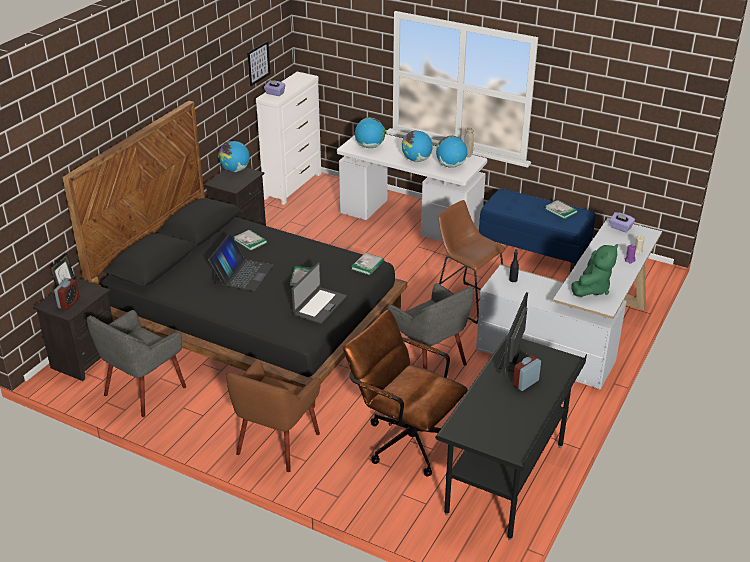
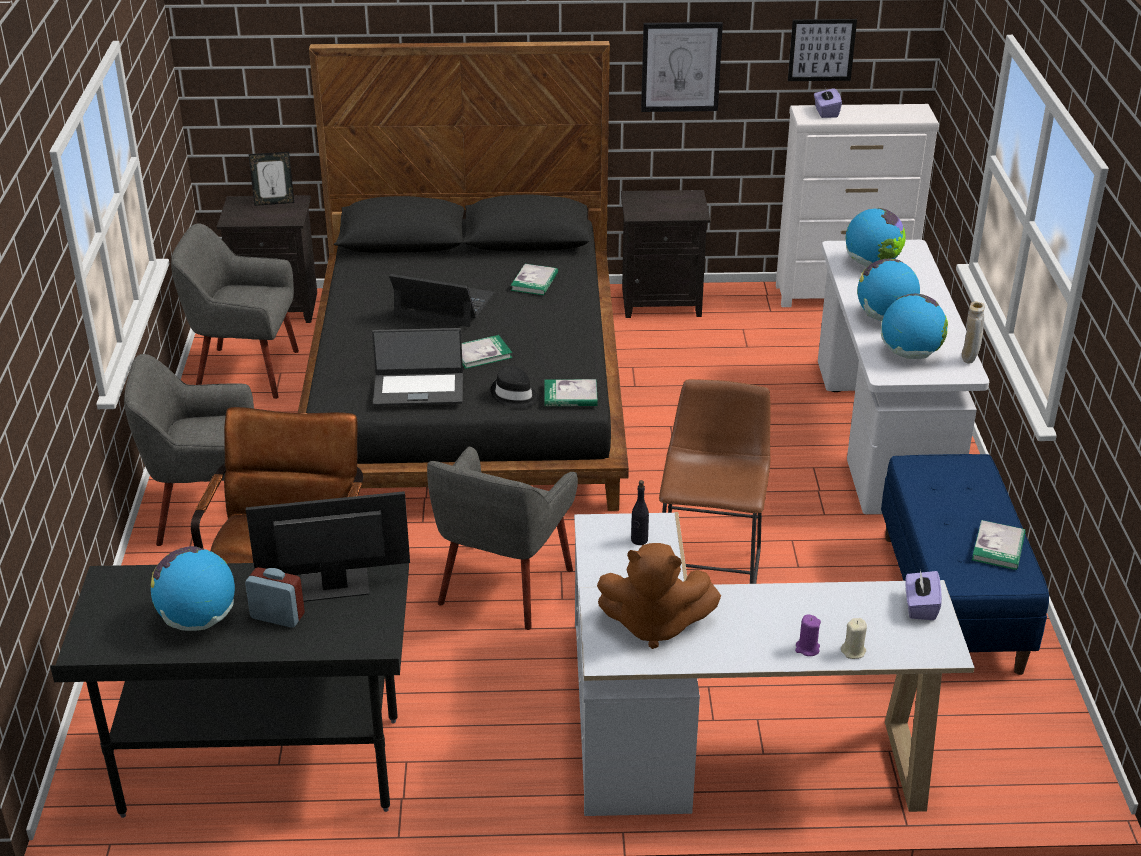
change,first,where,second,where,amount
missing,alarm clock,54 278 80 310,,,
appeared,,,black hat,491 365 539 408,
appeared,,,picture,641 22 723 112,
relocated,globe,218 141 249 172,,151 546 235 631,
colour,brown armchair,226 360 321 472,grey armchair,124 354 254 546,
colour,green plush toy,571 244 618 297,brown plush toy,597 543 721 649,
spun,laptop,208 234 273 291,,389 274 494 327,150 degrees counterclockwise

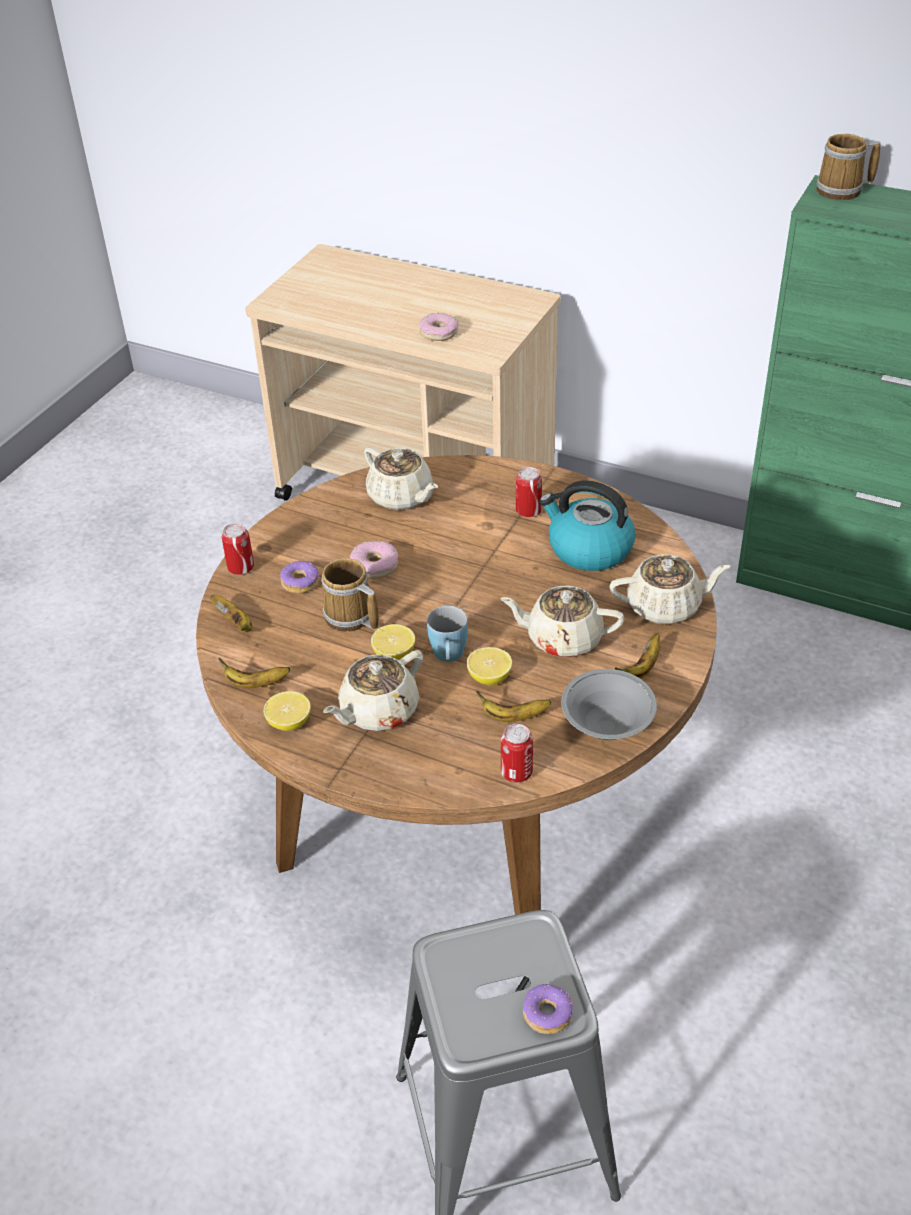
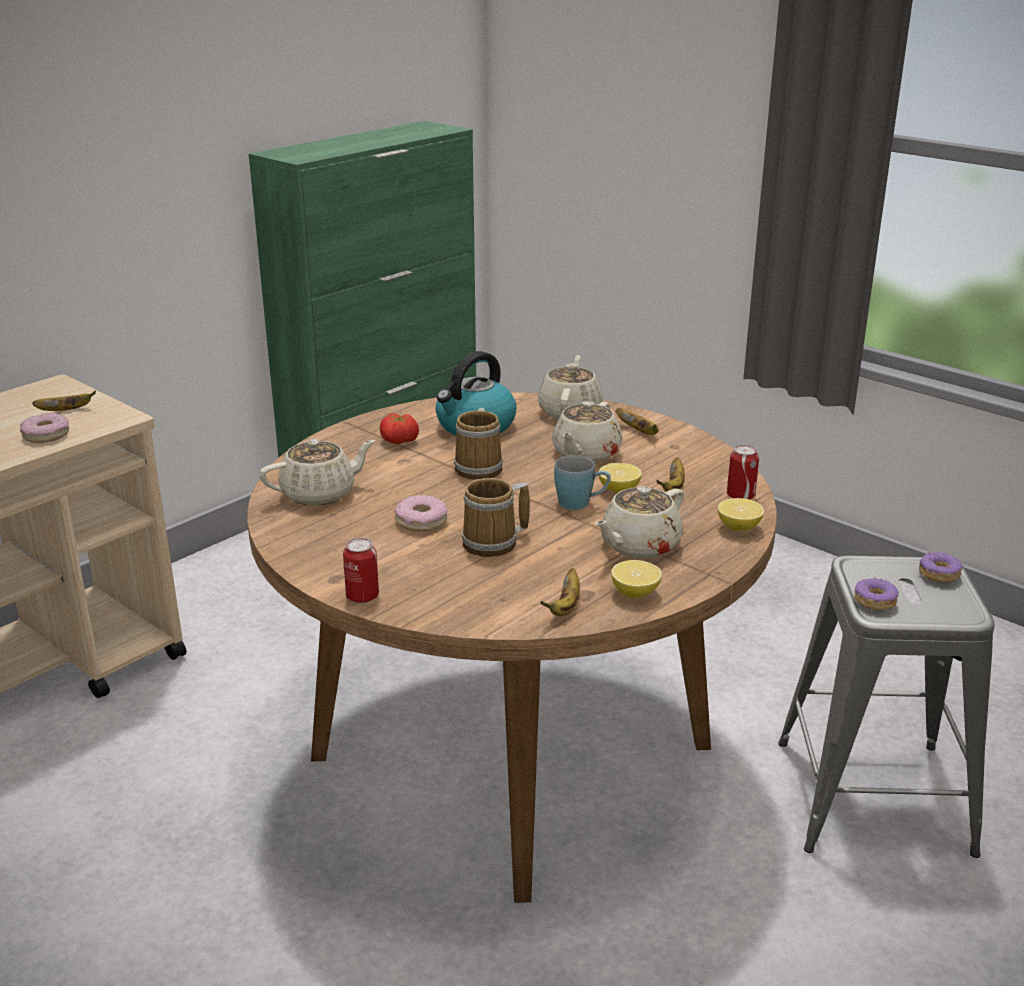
change,first,where,second,where,amount
missing,grey bowl,561 669 657 740,,,
relocated,banana,211 594 252 632,,32 391 96 411,
relocated,donut,280 561 319 593,,854 577 899 610,
relocated,lemon,371 624 415 660,,718 498 764 531,
relocated,mug,817 134 881 200,,454 408 503 480,
exchanged,can,516 467 542 517,tomato,380 413 419 444,
spun,beige teapot,323 650 423 731,,595 486 684 559,75 degrees clockwise

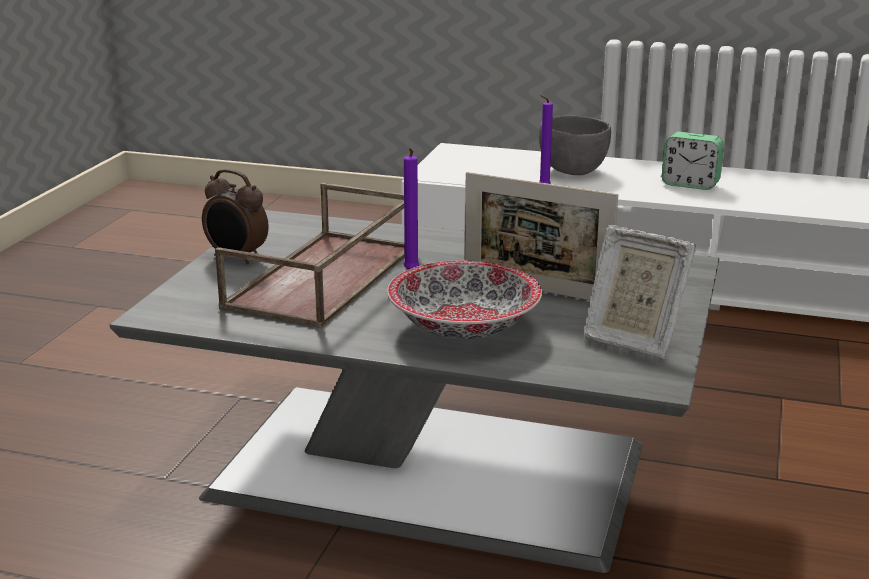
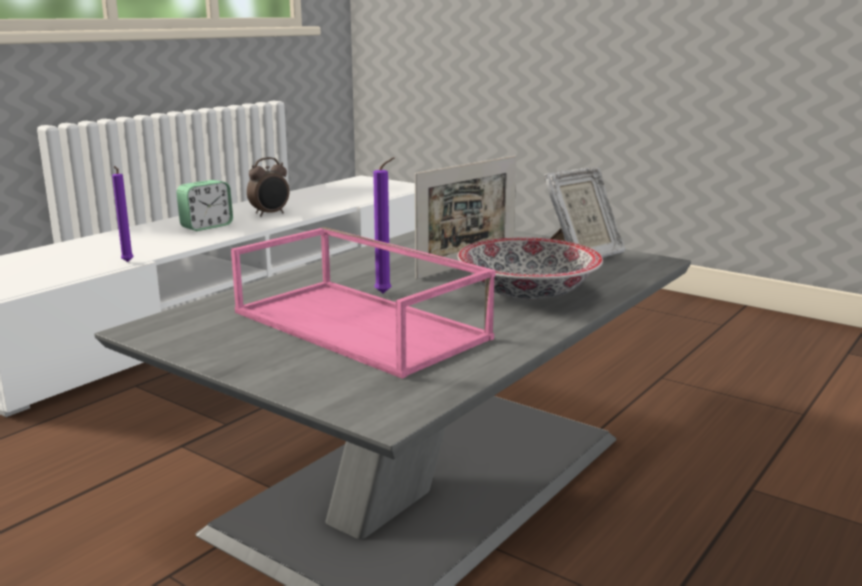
change,first,where,second,where,amount
missing,grey bowl,539 115 611 175,,,
relocated,alarm clock,202 169 269 264,,247 157 289 217,
colour,brown tray,215 183 405 328,pink tray,231 227 496 379,

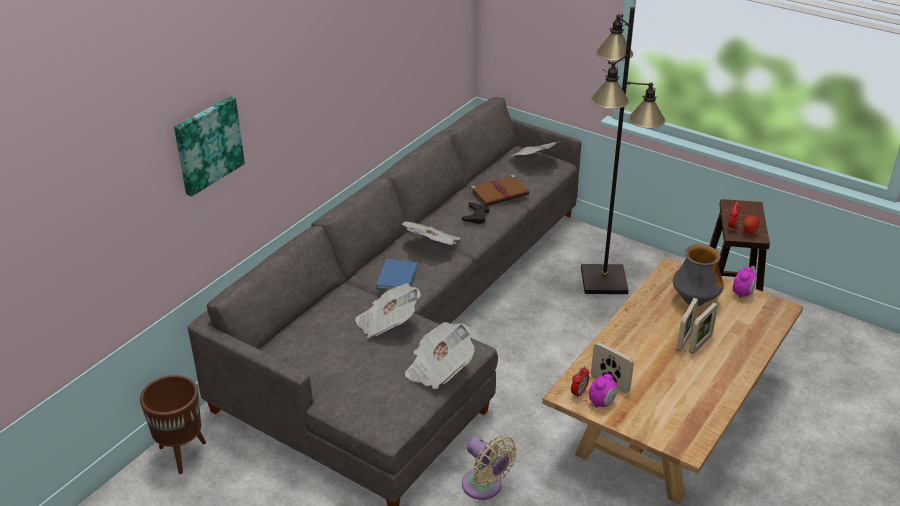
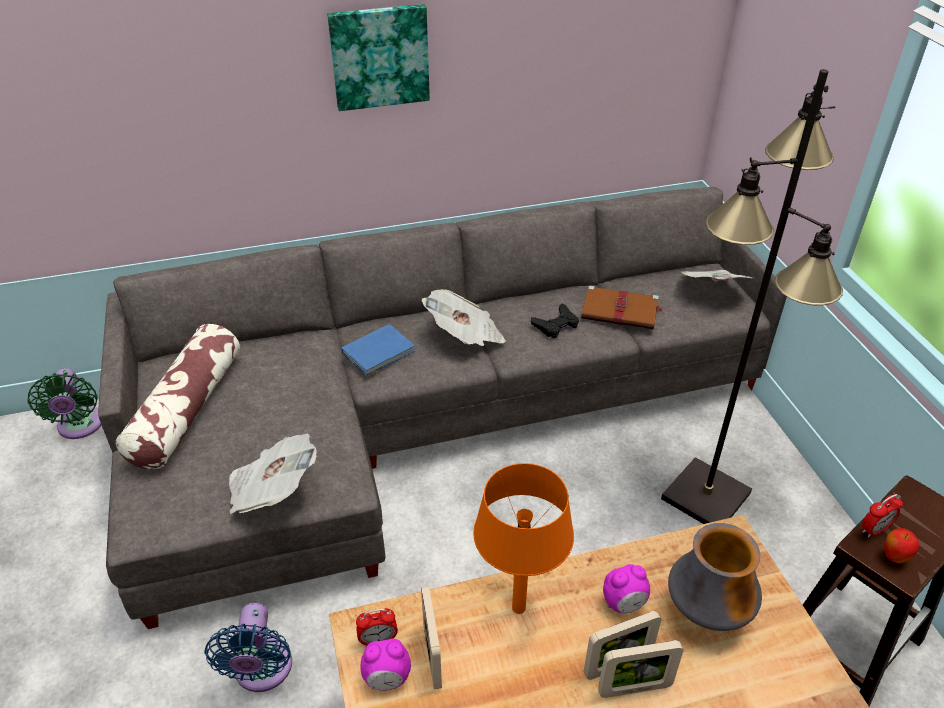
change,first,where,second,where,amount
missing,newspaper,355 283 421 338,,,
appeared,,,pillow,115 324 240 469,
appeared,,,orange table lamp,473 463 574 614,
relocated,picture,174 96 245 197,,327 4 430 111,
relocated,alarm clock,733 267 757 298,,603 564 650 613,
exchanged,brown planter,140 375 206 474,green fan,27 368 101 439,
colour,beige fan,462 436 517 500,blue fan,204 603 292 692,

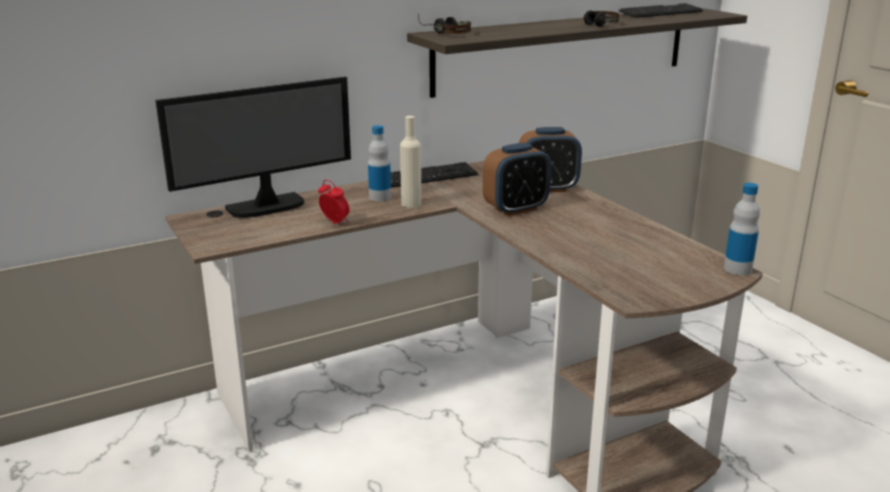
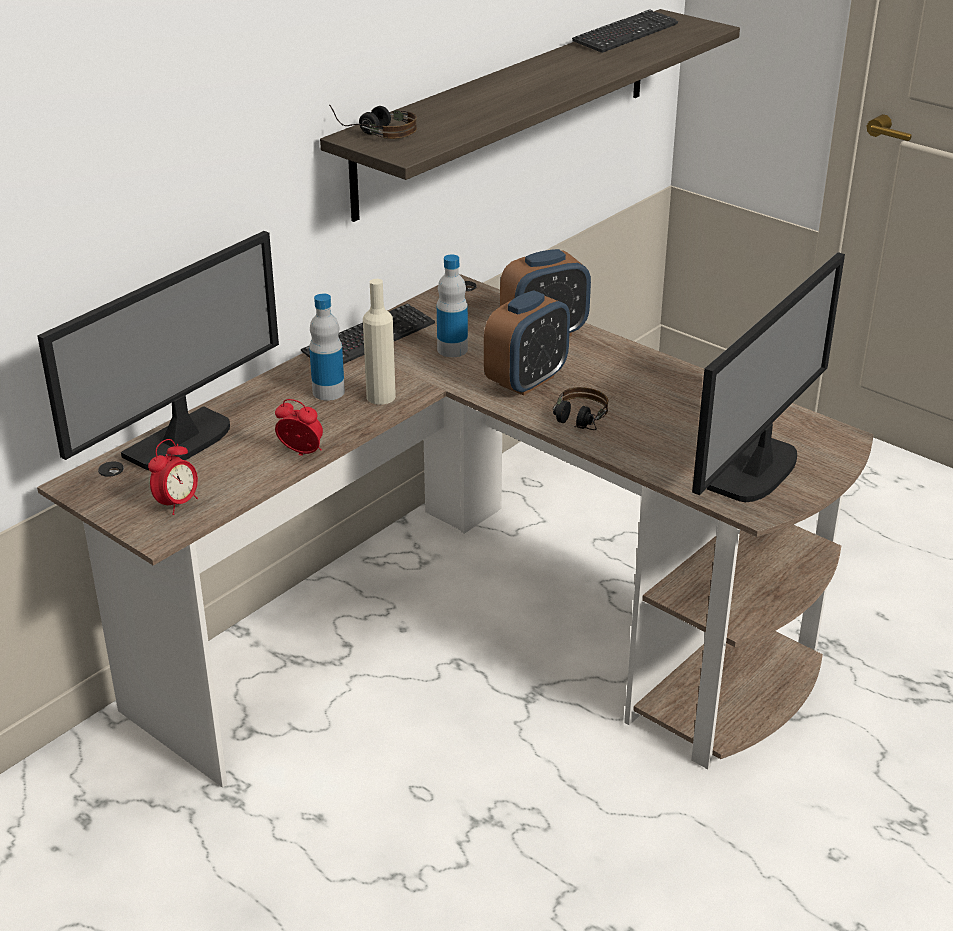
change,first,where,second,where,amount
appeared,,,alarm clock,148 439 198 515,
appeared,,,monitor,692 252 845 502,
relocated,headphones,584 10 619 26,,553 387 608 430,
relocated,bottle,724 183 760 275,,437 254 468 357,

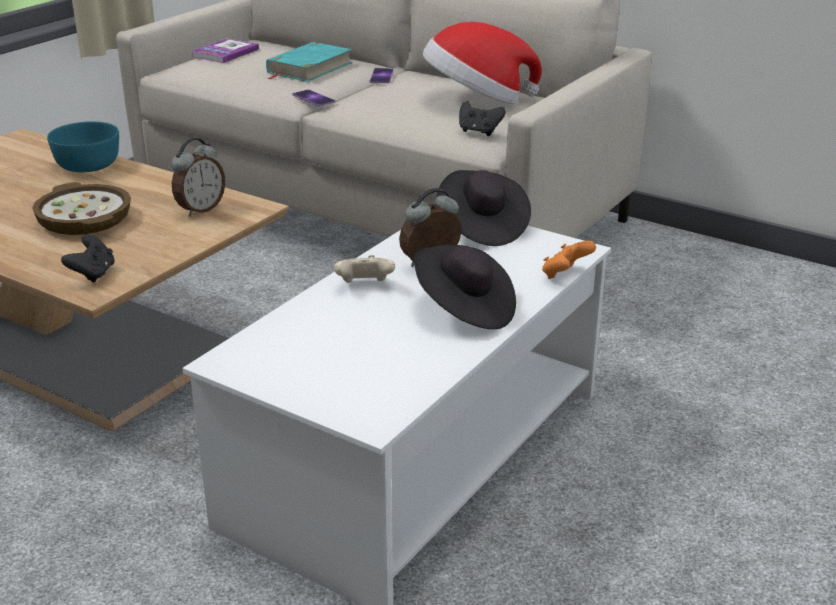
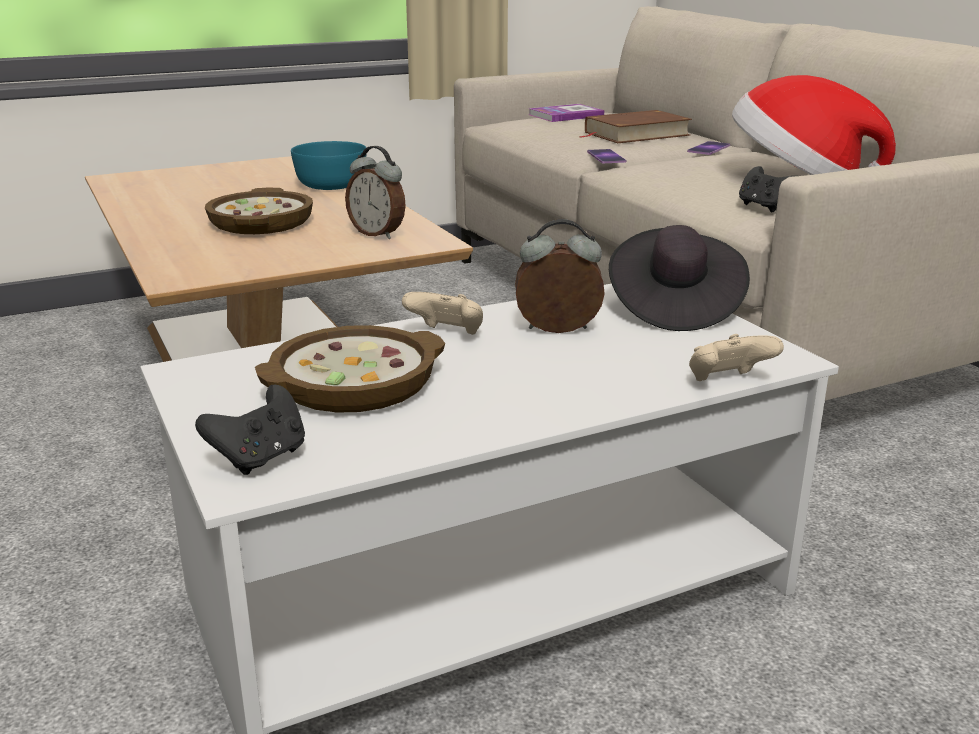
change,first,where,second,where,amount
missing,black hat,414 245 516 329,,,
appeared,,,bowl,255 325 445 412,
relocated,black game controller,61 234 115 283,,195 385 305 475,
colour,turquoise book,266 42 352 82,brown book,578 110 692 143,
colour,orange game controller,542 241 596 279,beige game controller,689 334 784 381,
spun,alarm clock,172 138 225 216,,345 146 406 239,60 degrees clockwise

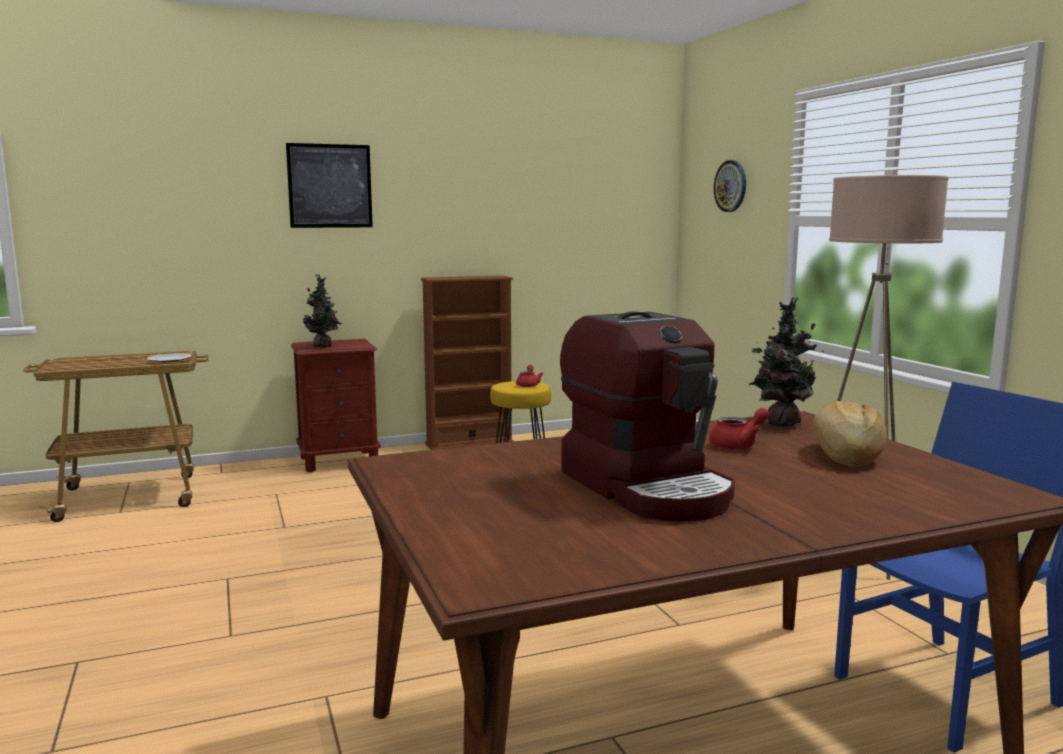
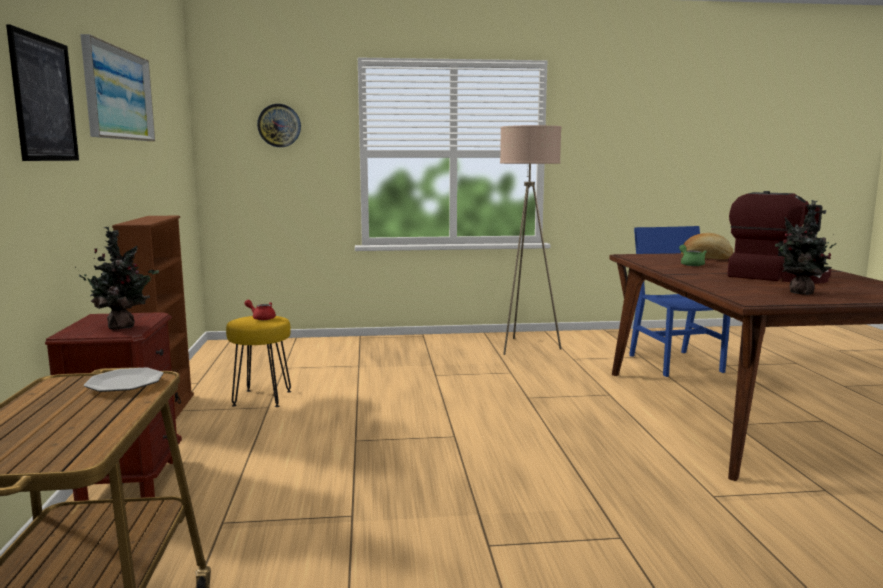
change,first,where,second,where,amount
appeared,,,picture,80 34 155 141,
relocated,potted plant,749 297 824 426,,775 200 837 295,
colour,red teapot,709 408 769 450,green teapot,679 245 707 266,
spun,coffee machine,560 311 735 521,,727 191 831 284,45 degrees clockwise

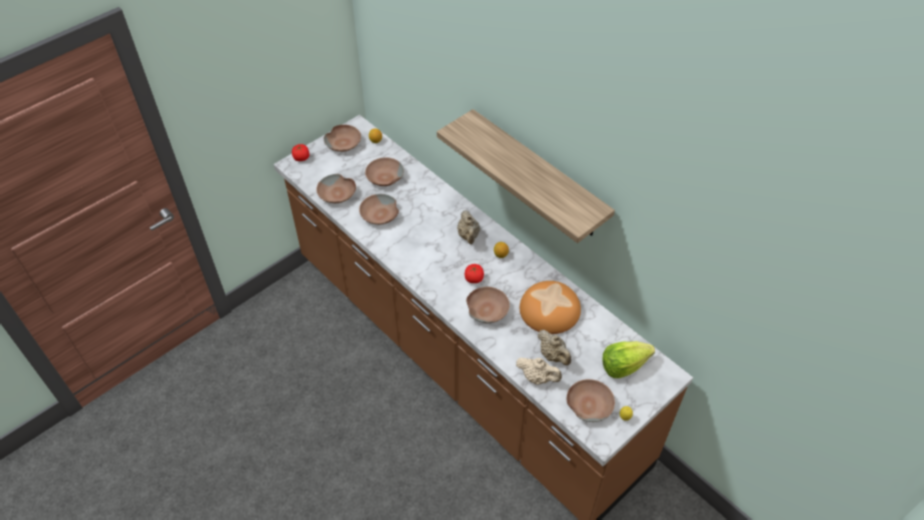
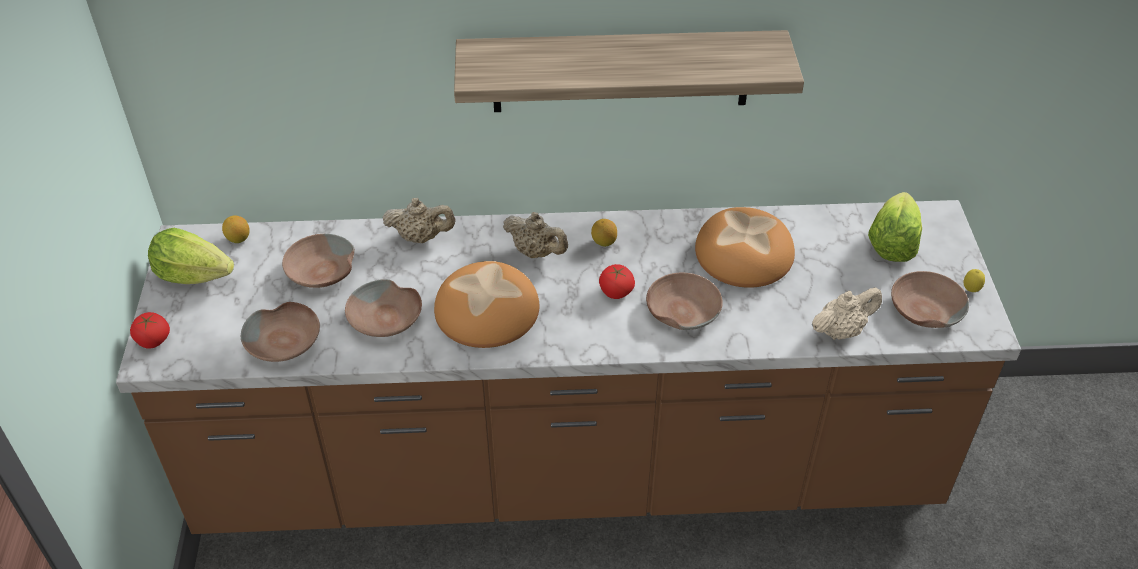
change,first,where,second,where,amount
appeared,,,bread,434 261 539 348,
relocated,beige teapot,538 330 571 365,,382 198 456 243,
exchanged,brown bowl,324 125 361 152,lettuce,148 228 234 284,

